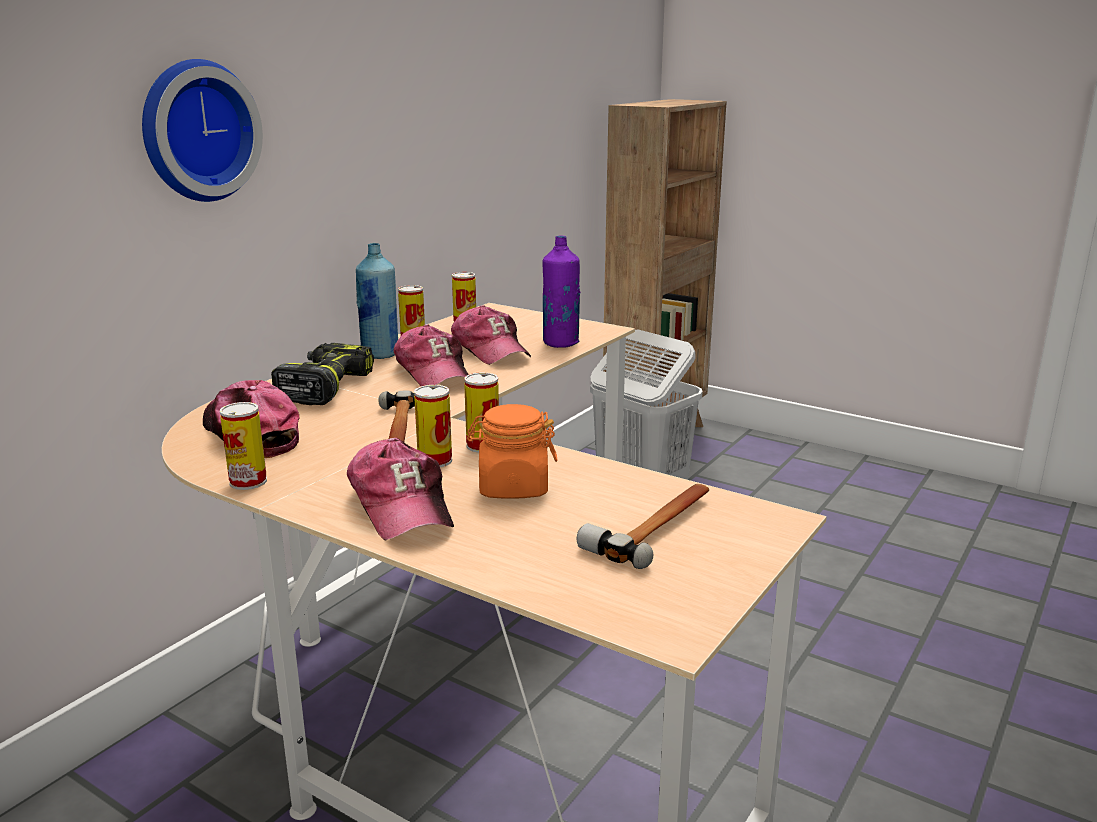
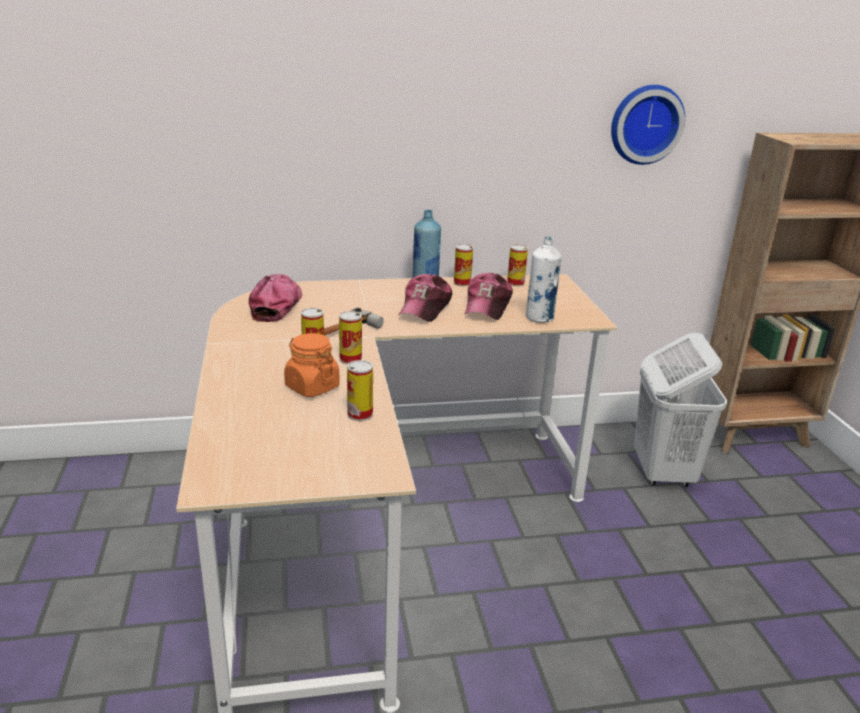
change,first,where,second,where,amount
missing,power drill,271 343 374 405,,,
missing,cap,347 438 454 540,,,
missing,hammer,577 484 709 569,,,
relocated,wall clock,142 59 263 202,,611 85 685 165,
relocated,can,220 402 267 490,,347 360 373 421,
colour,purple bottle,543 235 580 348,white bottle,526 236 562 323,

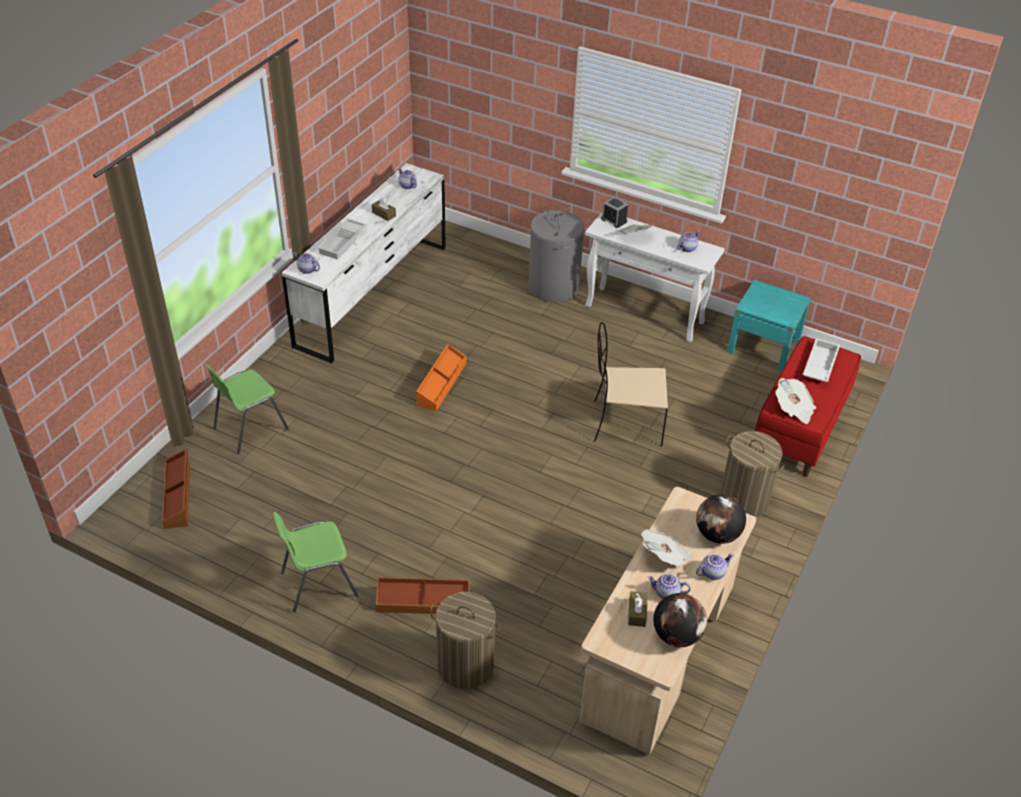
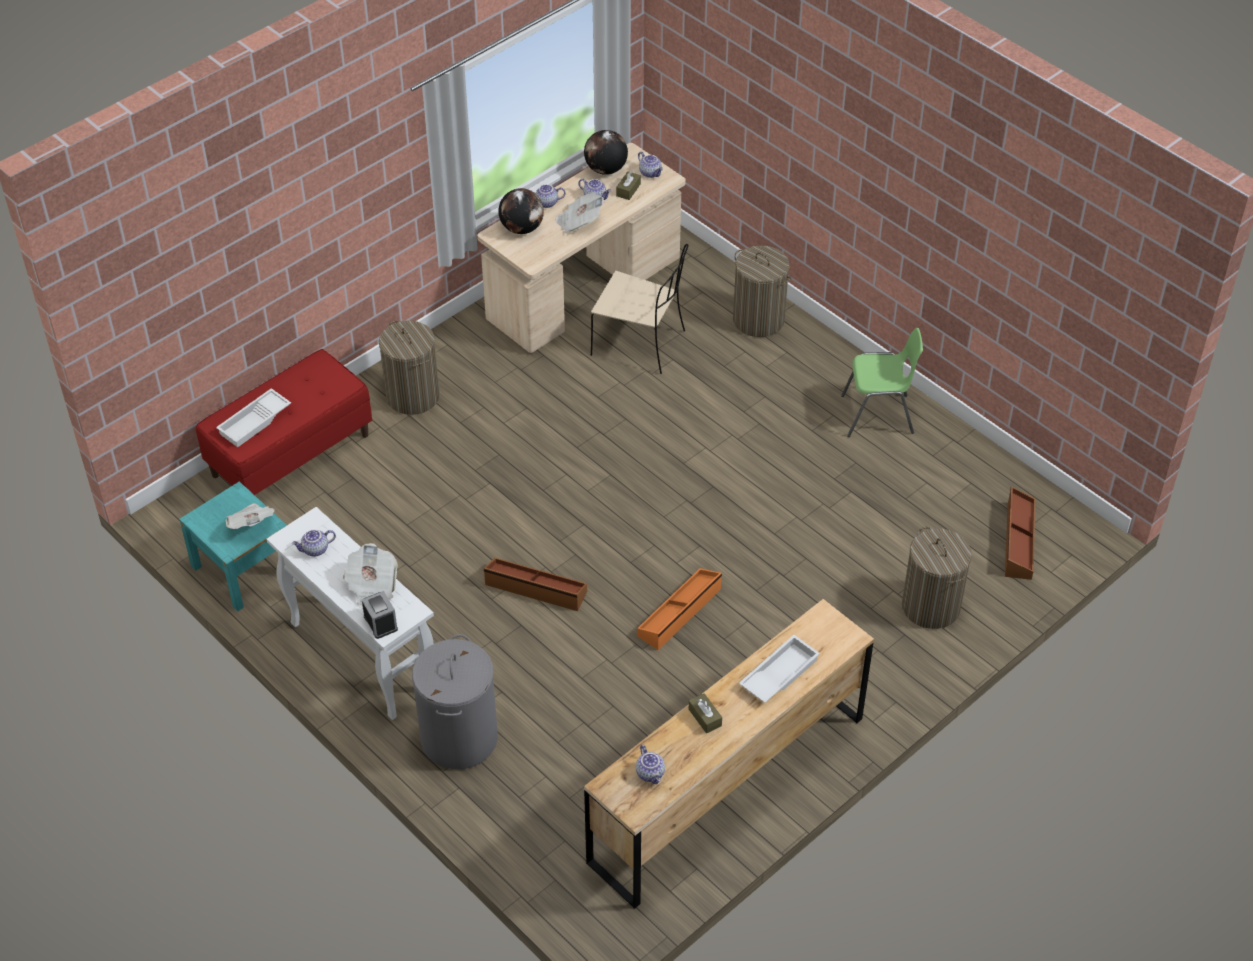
change,first,where,second,where,amount
relocated,teapot,293 252 320 274,,638 152 663 178,
relocated,brown storage box,376 577 470 614,,484 558 587 611,
relocated,beige chair,594 322 668 447,,591 244 688 374,
relocated,newspaper,776 378 816 424,,226 503 275 529,
exchanged,green chair,205 364 289 454,laundry basket,902 527 972 629,
colour,white dresser,282 163 446 363,brown dresser,584 599 874 909,

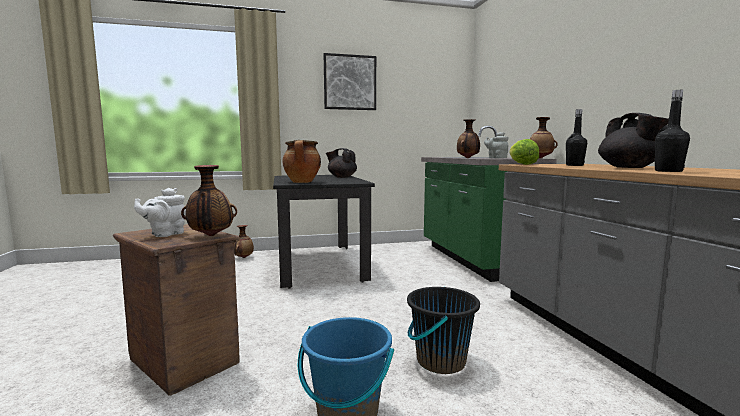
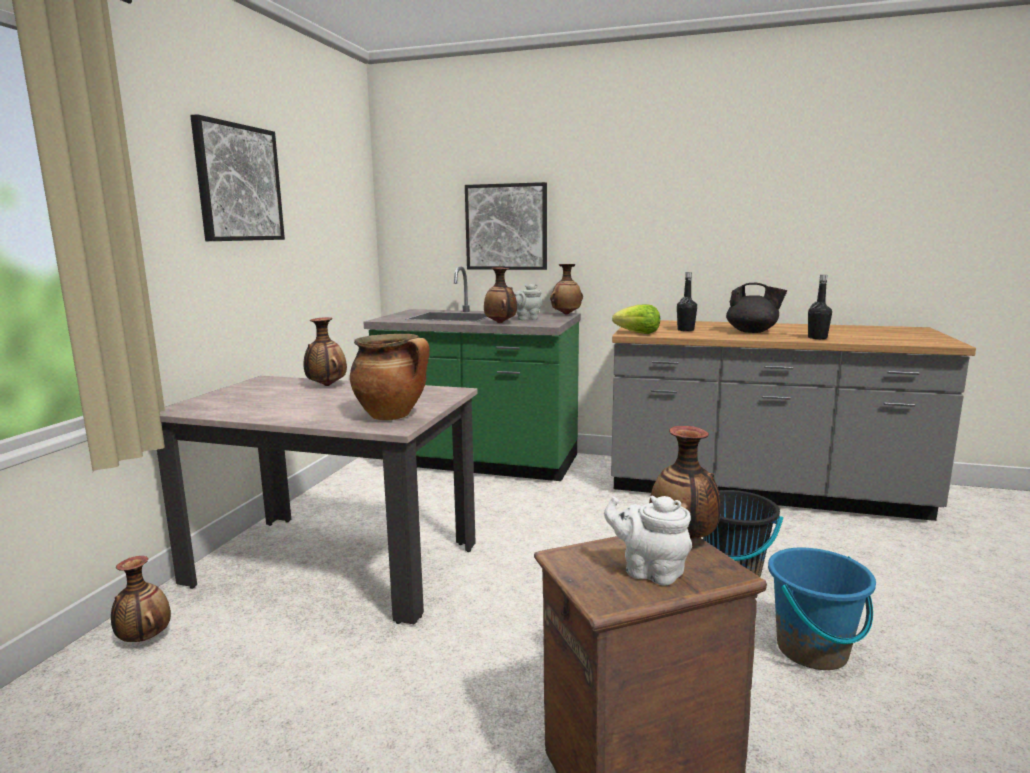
change,first,where,second,where,amount
appeared,,,picture,465 182 547 270,
exchanged,black teapot,326 148 357 178,vase,304 317 347 386,
colour,black dining table,273 175 375 289,beige dining table,157 376 478 625,
spun,white teapot,134 188 186 237,,604 496 692 586,150 degrees clockwise

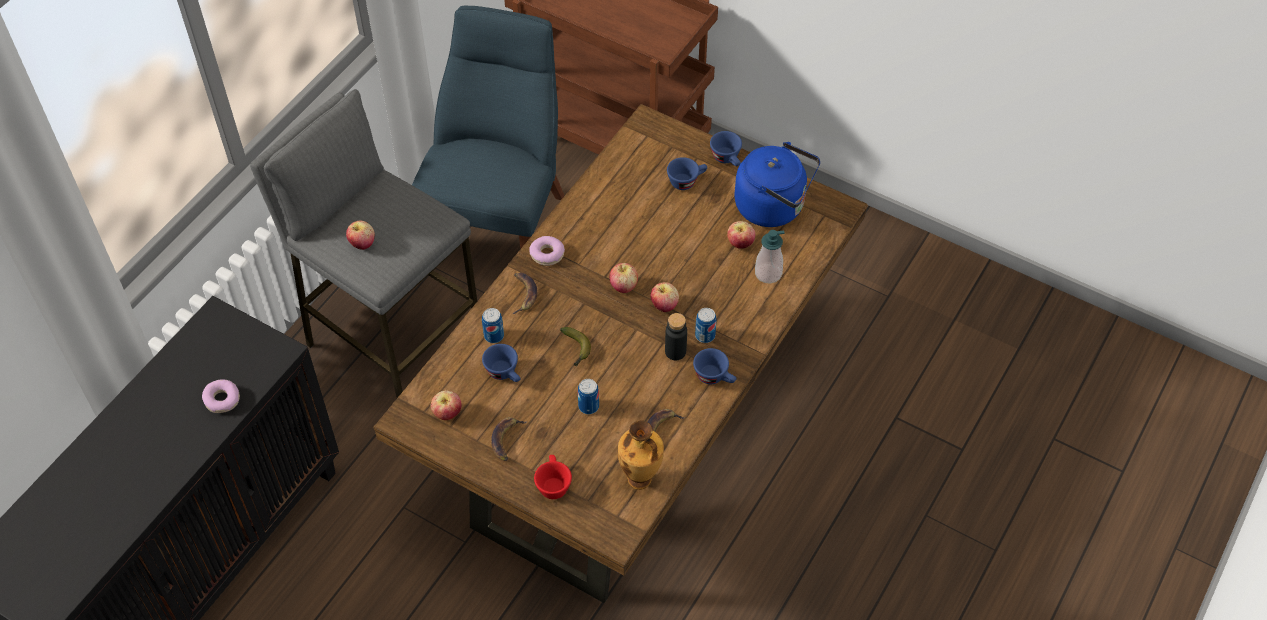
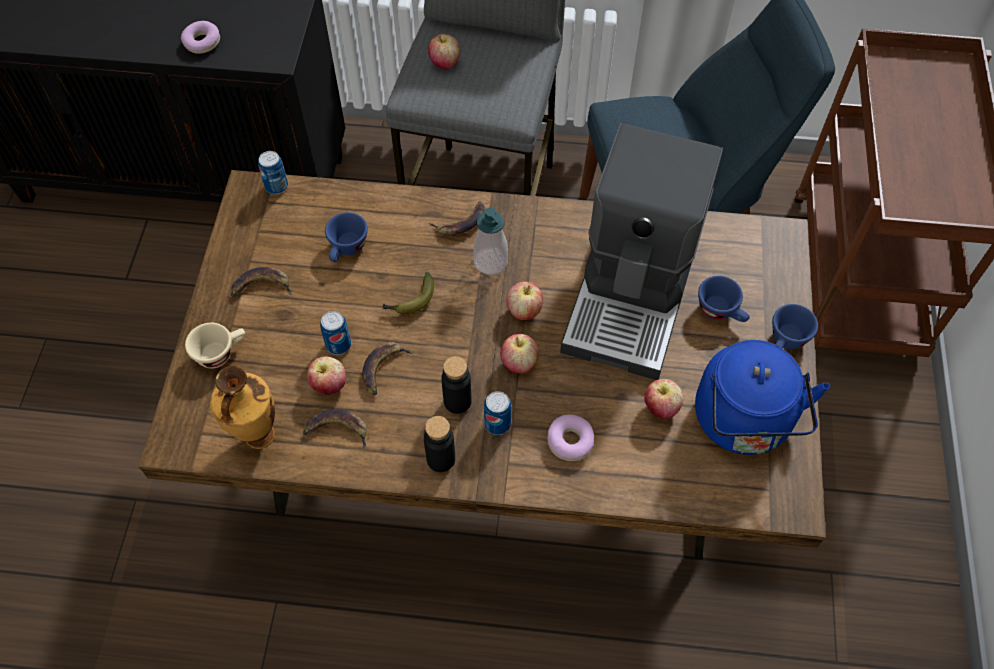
change,first,where,second,where,amount
appeared,,,banana,362 342 414 395,
appeared,,,coffee machine,560 123 723 380,
relocated,apple,431 391 462 420,,307 356 346 395,
relocated,can,482 308 504 343,,258 151 288 194,
relocated,donut,530 236 565 266,,547 414 594 461,
relocated,soap dispenser,755 230 785 283,,473 207 508 274,
exchanged,blue cup,693 348 736 384,black bottle,424 416 455 472,
colour,red cup,534 455 572 499,beige cup,185 323 245 368,

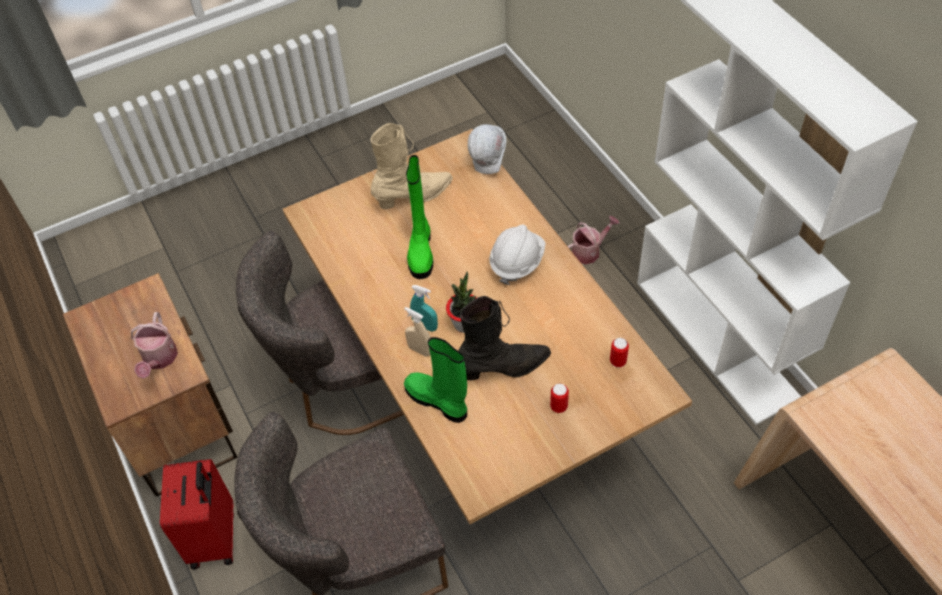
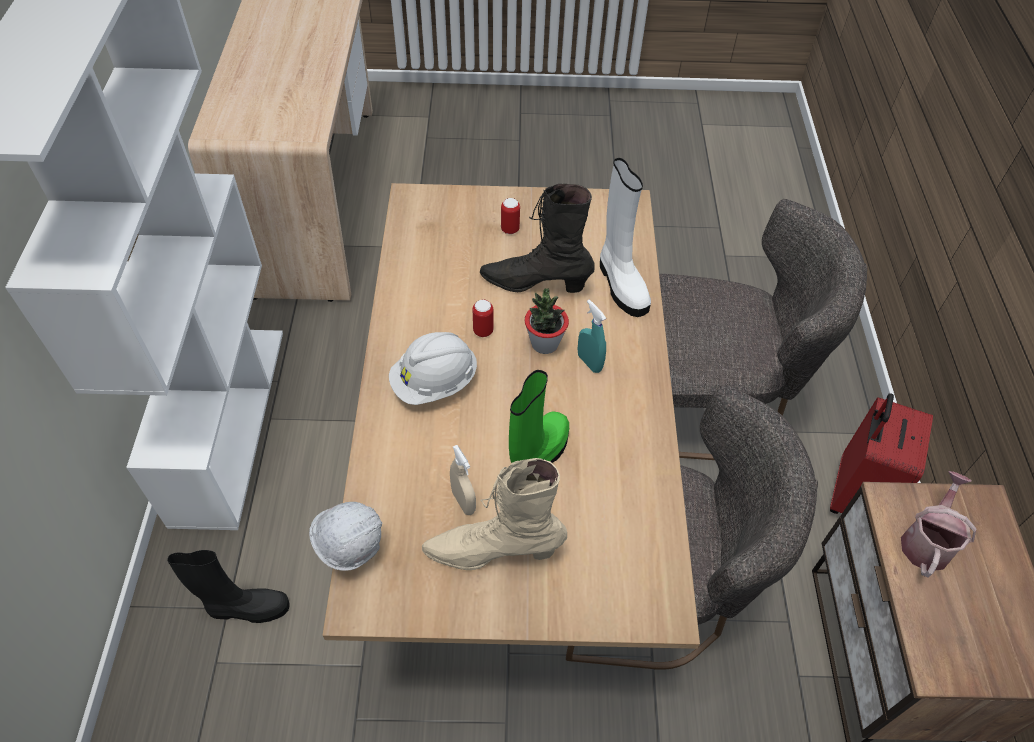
change,first,where,second,where,amount
relocated,beige spray bottle,404 307 430 357,,450 445 476 515,
relocated,can,610 338 629 367,,473 300 493 337,
exchanged,watering can,568 216 619 264,black boot,167 550 289 623,
colour,green boot,404 337 467 423,white boot,600 158 651 317,

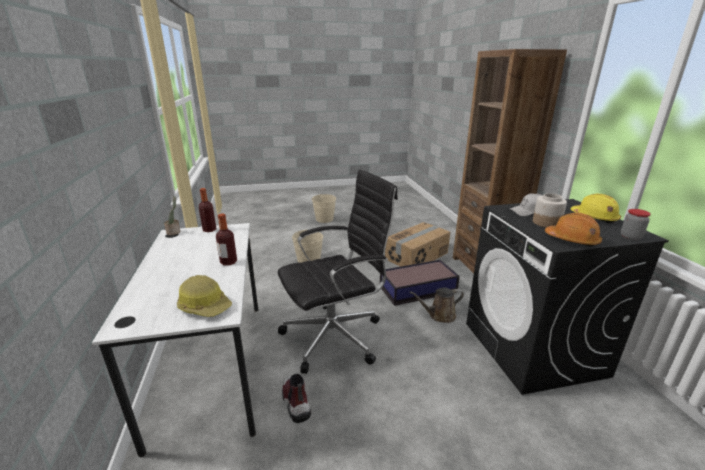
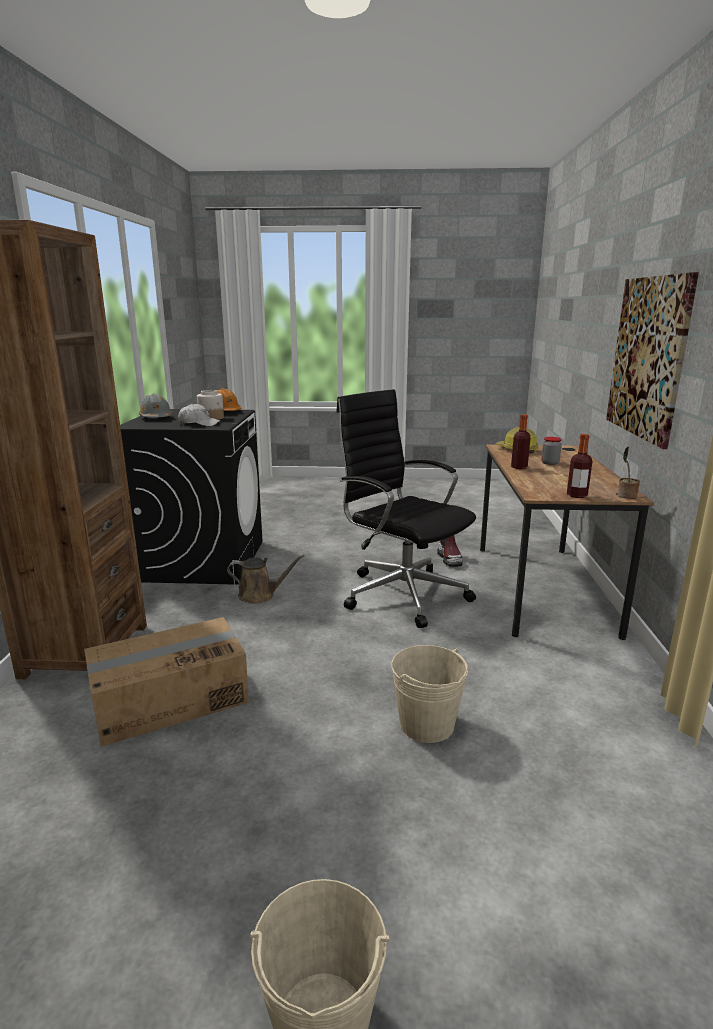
change,first,where,second,where,amount
missing,storage box,380 260 460 306,,,
appeared,,,picture,606 272 699 449,
relocated,jar,621 209 651 241,,541 437 562 465,
colour,white desk,92 223 259 457,brown desk,480 444 654 640,
colour,yellow hard hat,571 194 621 223,grey hard hat,139 393 172 418,
spun,black office chair,278 170 398 374,,336 389 476 628,60 degrees clockwise

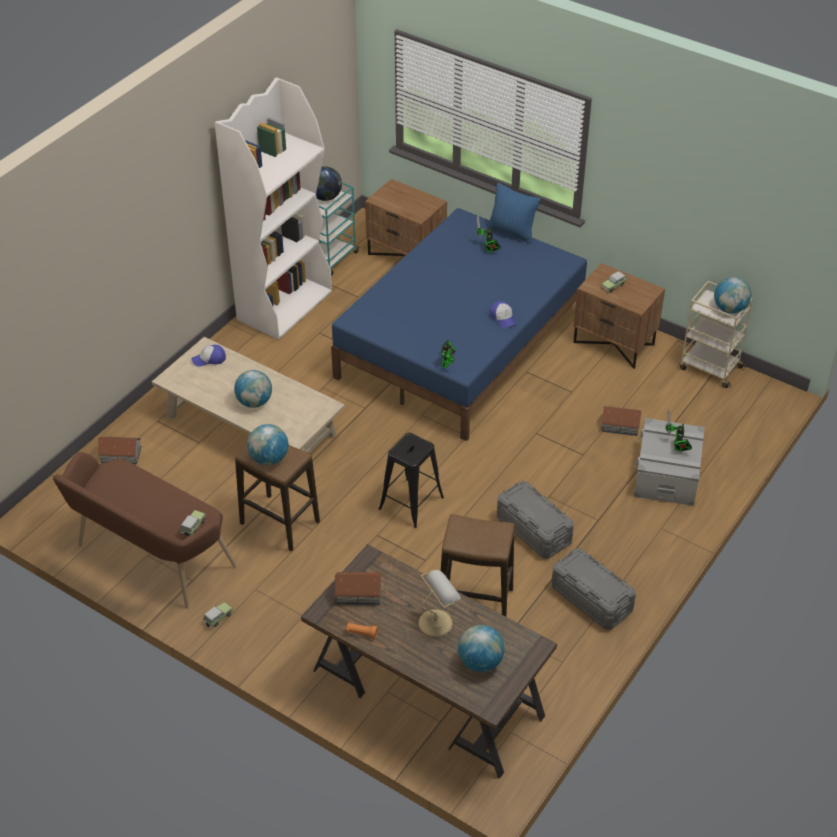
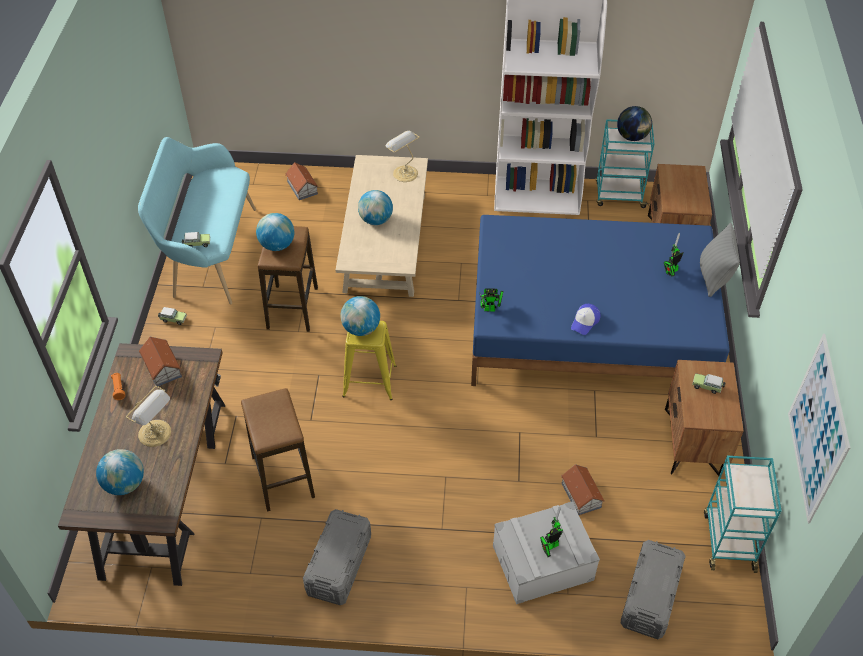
change,first,where,second,where,amount
appeared,,,picture,788 334 850 523,
relocated,grey storage box,497 481 574 559,,620 540 686 639,
relocated,globe,714 277 751 314,,340 296 380 336,
exchanged,cap,192 345 226 367,table lamp,386 131 420 182,
colour,brown bench,53 452 236 609,turquoise bench,138 137 256 304,
colour,black stool,379 433 444 528,yellow stool,342 321 396 400,
colour,blue pillow,488 183 540 243,grey pillow,700 223 740 297,
colour,beige cart,679 281 753 388,turquoise cart,704 456 781 573,

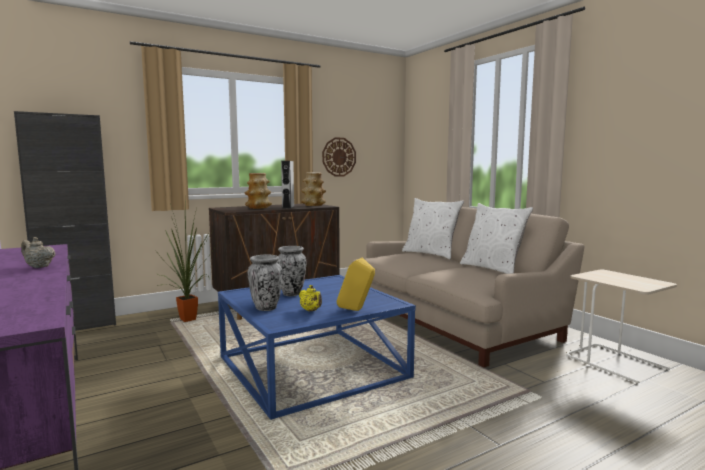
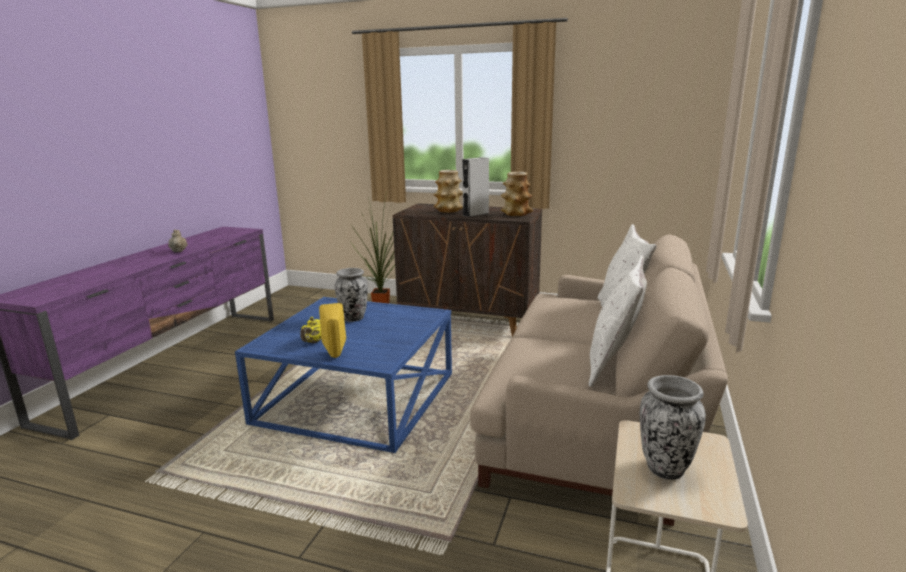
change,first,where,second,where,amount
missing,black cabinet,14 111 116 331,,,
missing,wall clock,322 137 356 177,,,
relocated,vase,248 254 282 311,,640 375 706 480,

